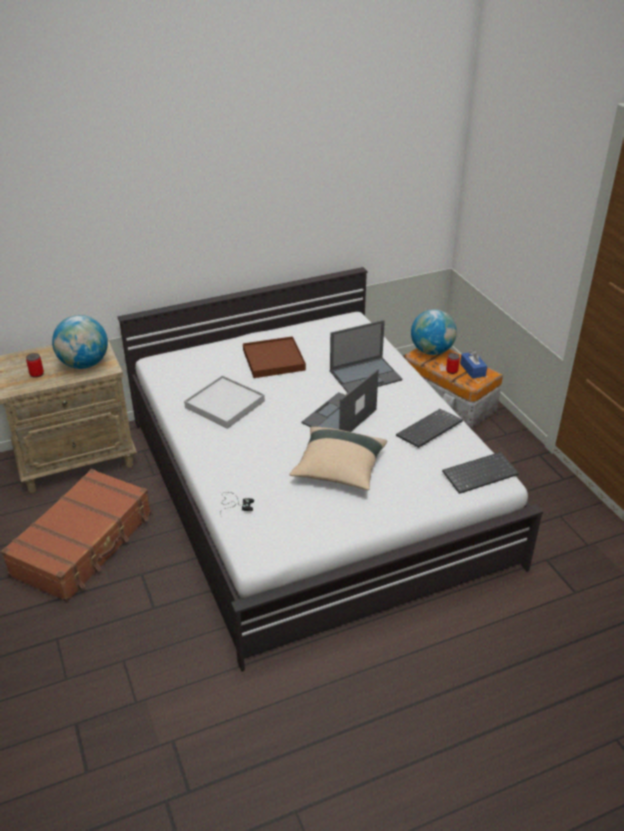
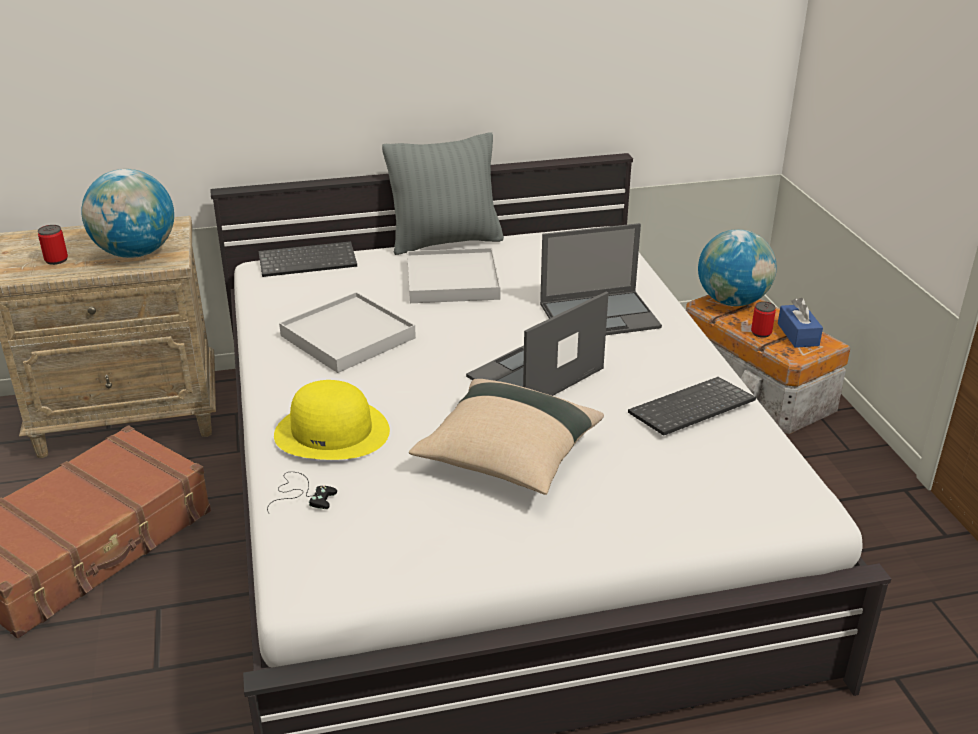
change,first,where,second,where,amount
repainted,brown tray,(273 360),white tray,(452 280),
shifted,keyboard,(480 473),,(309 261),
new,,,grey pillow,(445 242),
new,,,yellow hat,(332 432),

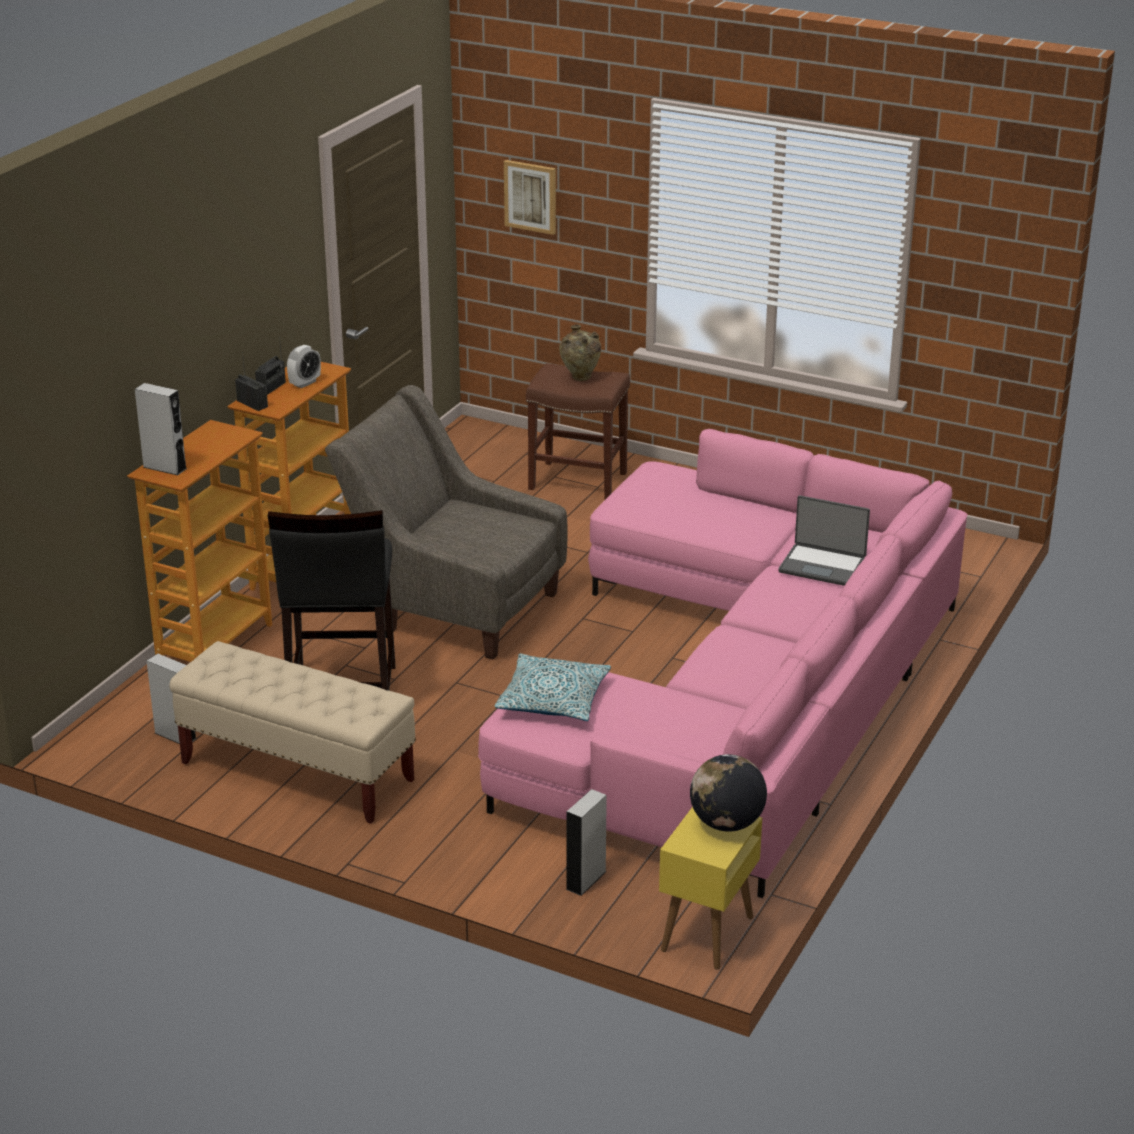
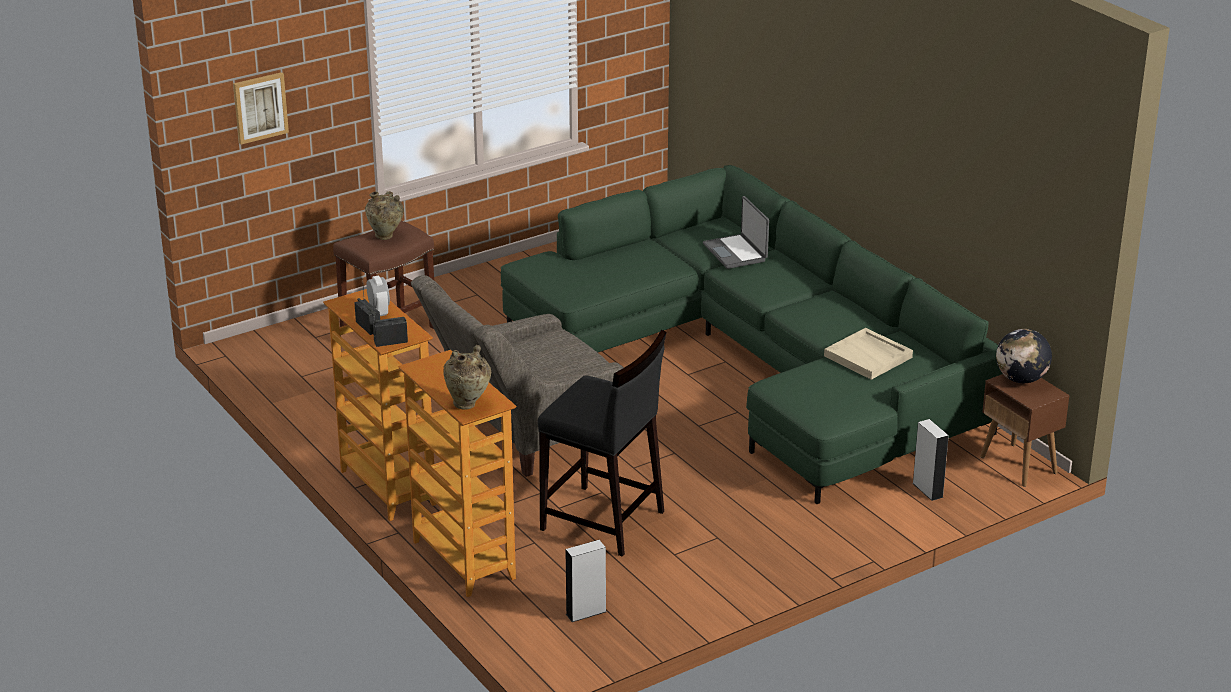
change,first,where,second,where,amount
swapped,grey speaker,(164 468),beige vase,(468 404),
repainted,pink sofa,(741 693),green sofa,(758 364),
rotated,laptop,(822 566),,(736 252),105 degrees clockwise
gone,beige bench,(296 772),,,
gone,pillow,(553 700),,,
repainted,yellow side table,(707 934),brown side table,(1019 465),
new,,,beige tray,(869 357),

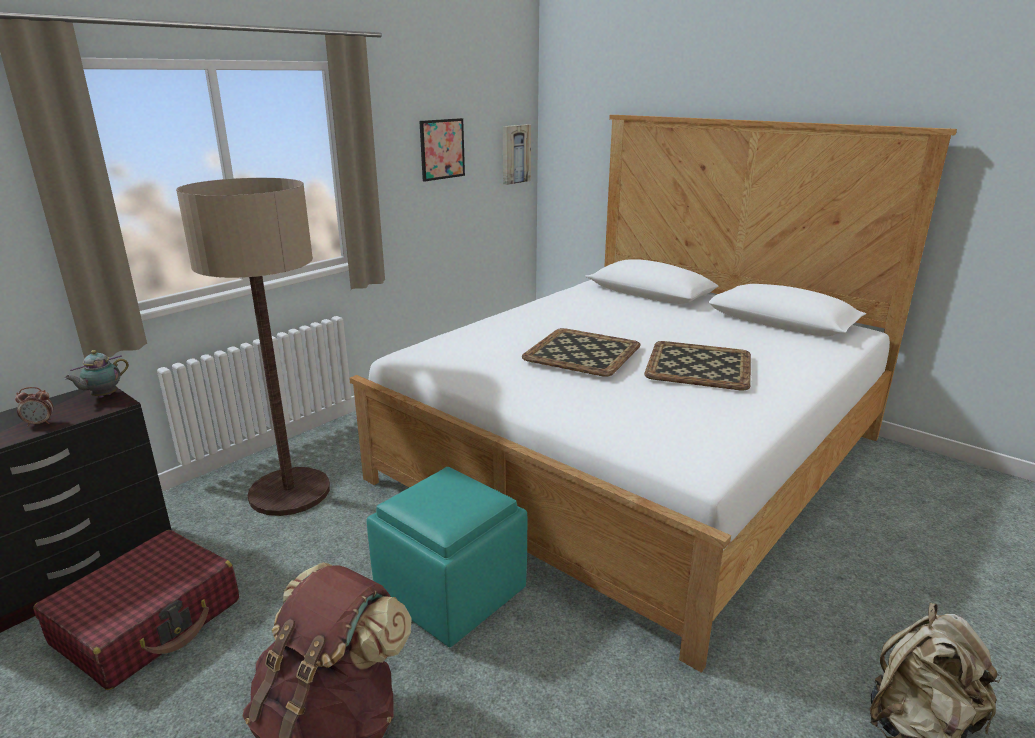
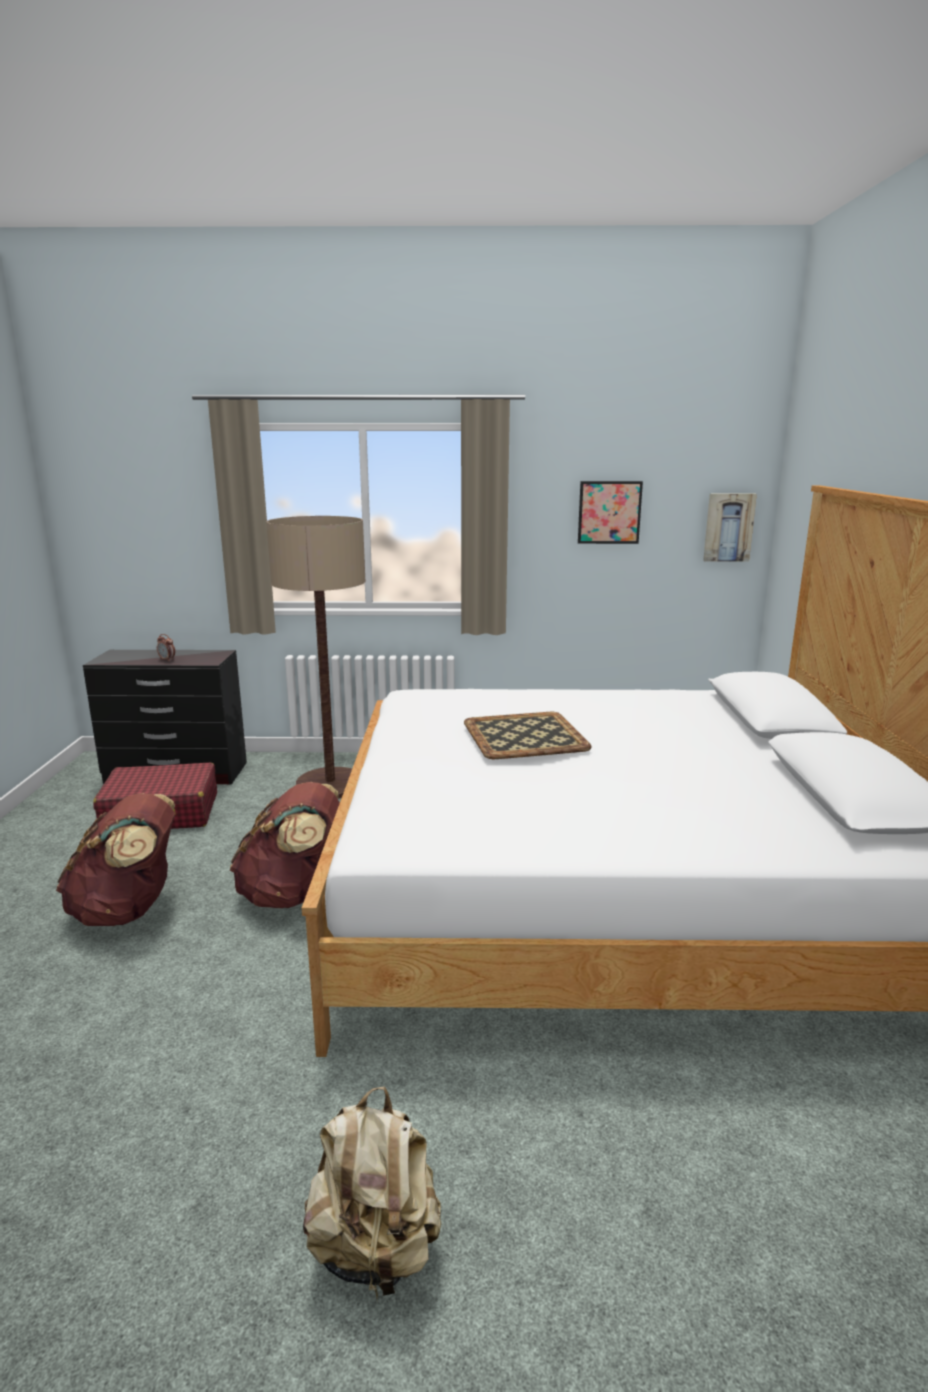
change,first,where,second,where,amount
gone,tray,(700 365),,,
gone,teapot,(103 396),,,
swapped,turquoise ottoman,(453 593),brown backpack,(292 894),

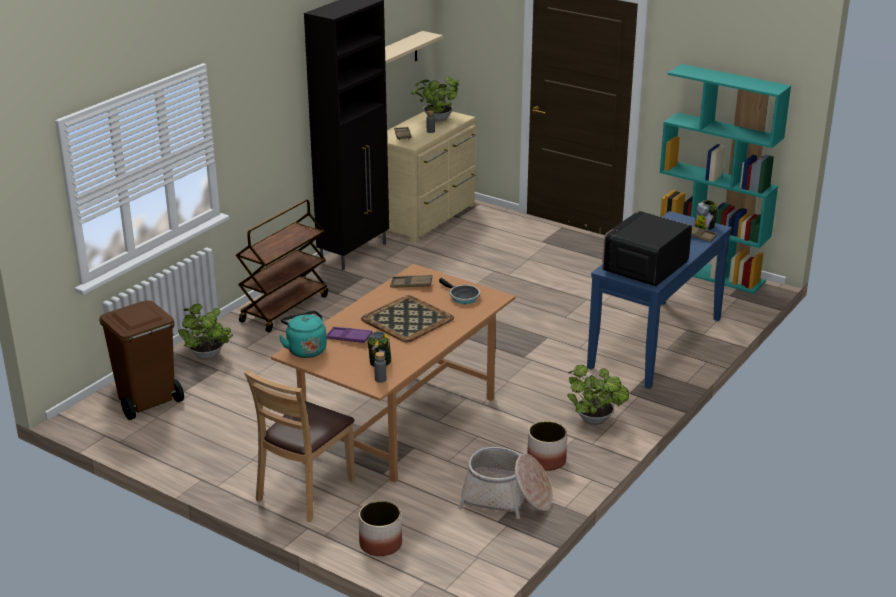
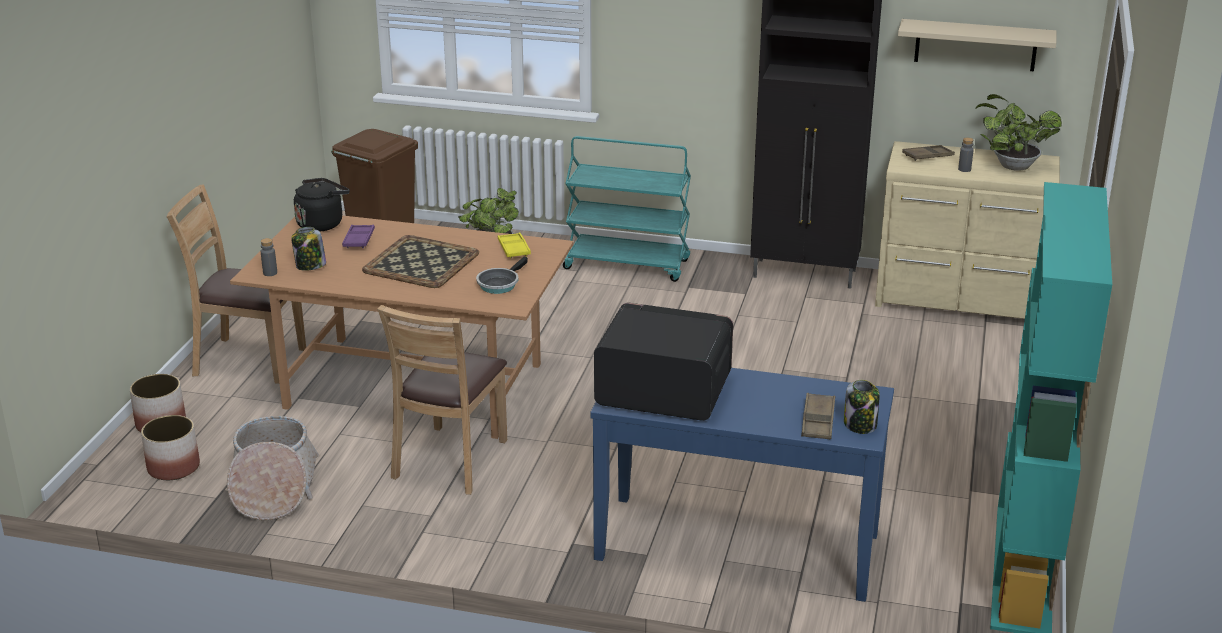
change,first,where,second,where,amount
repainted,brown cart,(284 308),turquoise cart,(628 264),
repainted,brown tray,(411 284),yellow tray,(514 249),
repainted,turquoise kettle,(305 349),black kettle,(322 223),
gone,potted plant,(596 421),,,
shifted,planter,(546 461),,(173 467),
new,,,brown chair,(450 460),

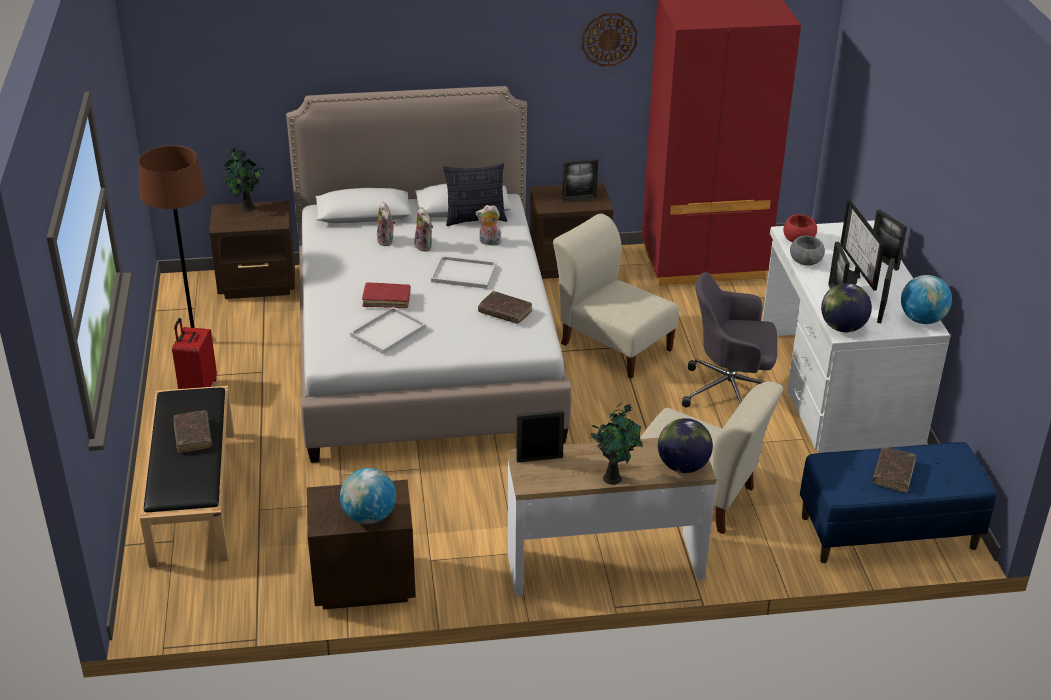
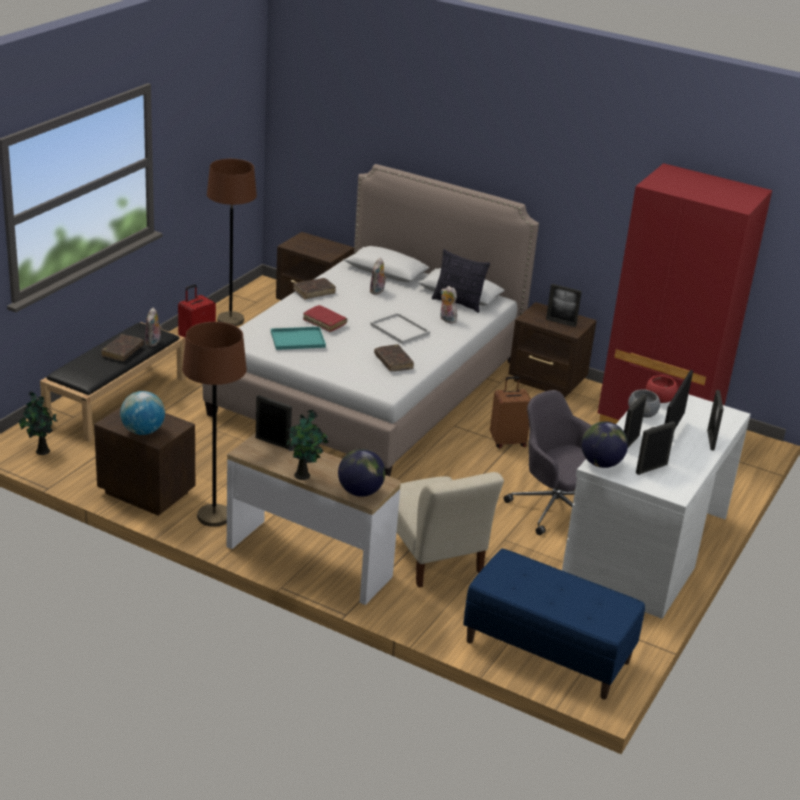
change,first,where,second,where,amount
gone,wall clock,(609 39),,,
shifted,potted plant,(246 208),,(41 451),
shifted,plush toy,(425 246),,(153 343),
swapped,beige chair,(613 344),brown suitcase,(507 441),
gone,globe,(922 319),,,
repainted,white tray,(388 331),turquoise tray,(299 339),
shifted,brown book,(893 474),,(314 292),
new,,,brown floor lamp,(214 516),

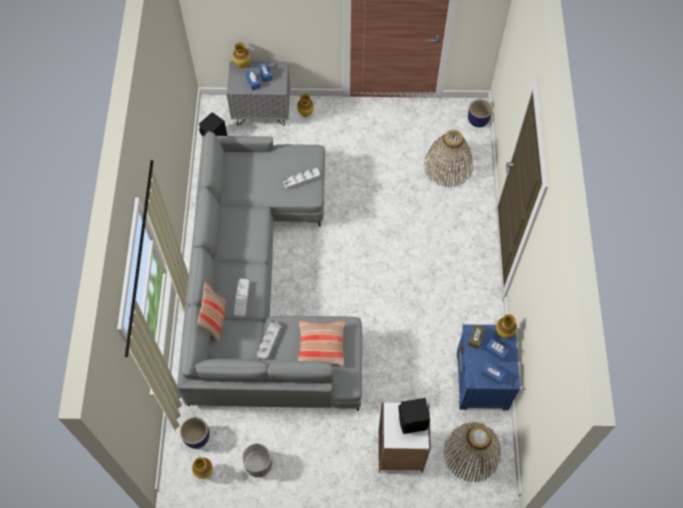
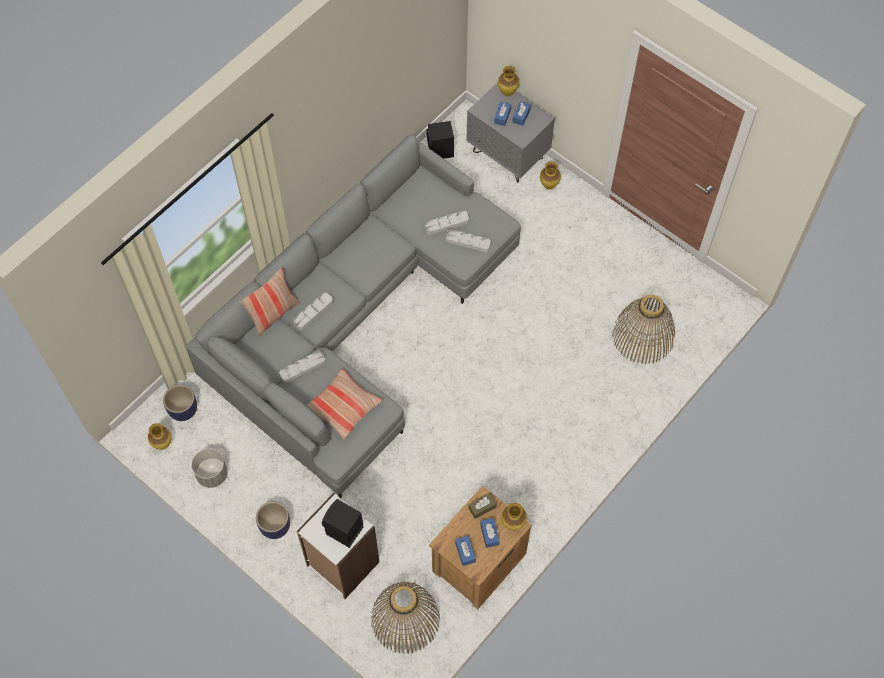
change,first,where,second,where,amount
shifted,planter,(478 120),,(275 526),
repainted,blue nightstand,(481 381),brown nightstand,(477 562),
new,,,grey tray,(446 224),

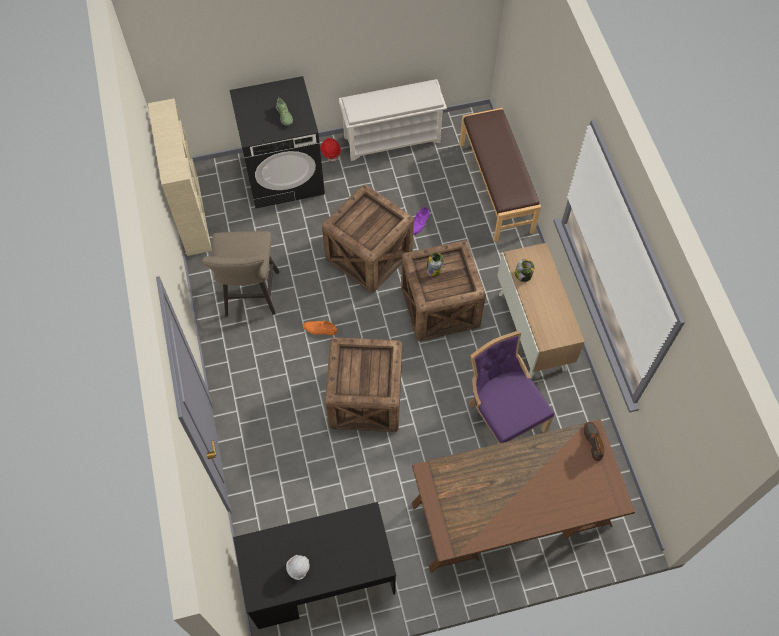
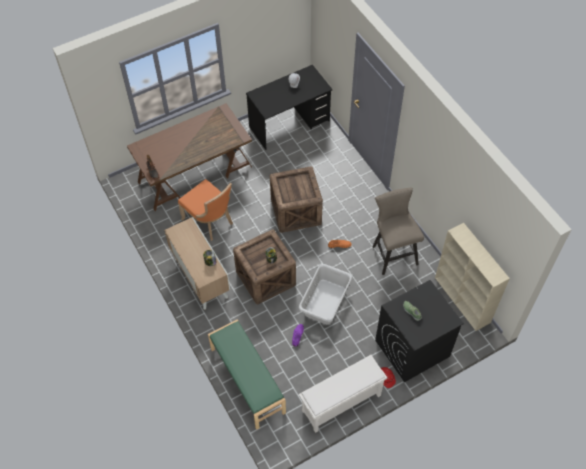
change,first,where,second,where,amount
repainted,brown bench,(496 187),green bench,(247 381),
swapped,crate,(370 256),grey laundry basket,(324 302),
repainted,purple chair,(502 418),orange chair,(210 221),

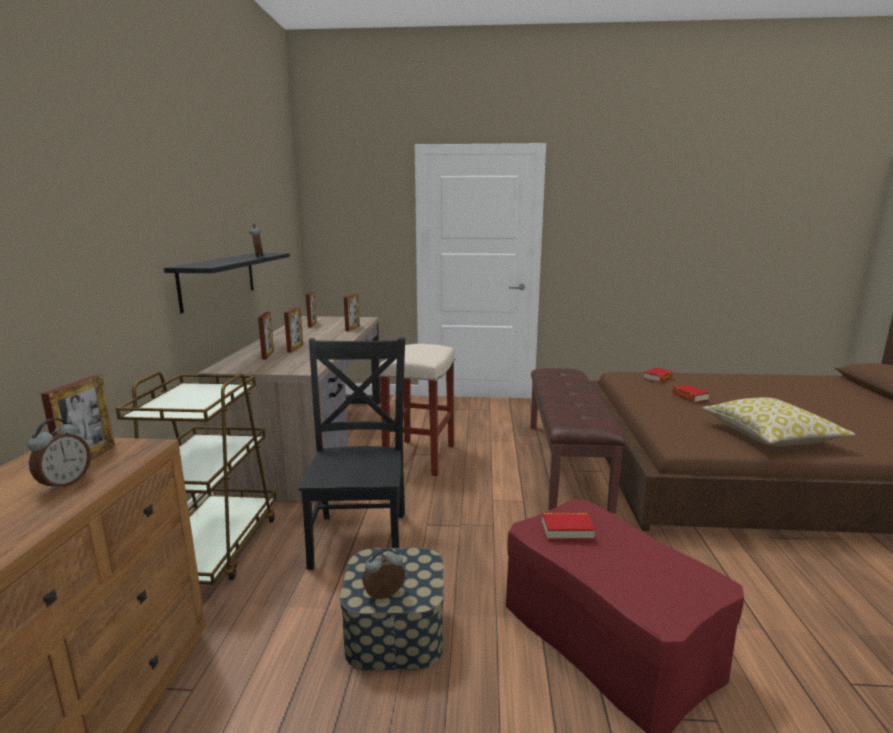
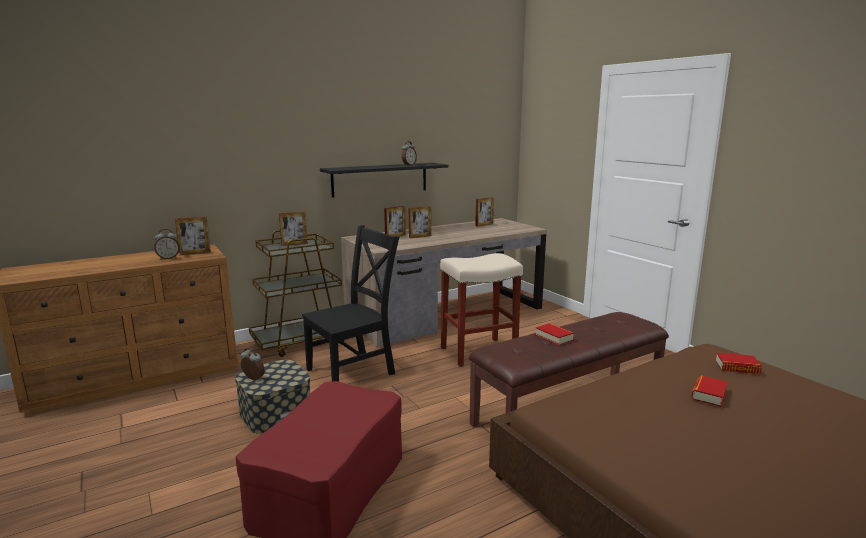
change,first,where,second,where,amount
shifted,picture frame,(352 328),,(294 244),
gone,pillow,(770 436),,,
shifted,book,(567 531),,(554 337),

